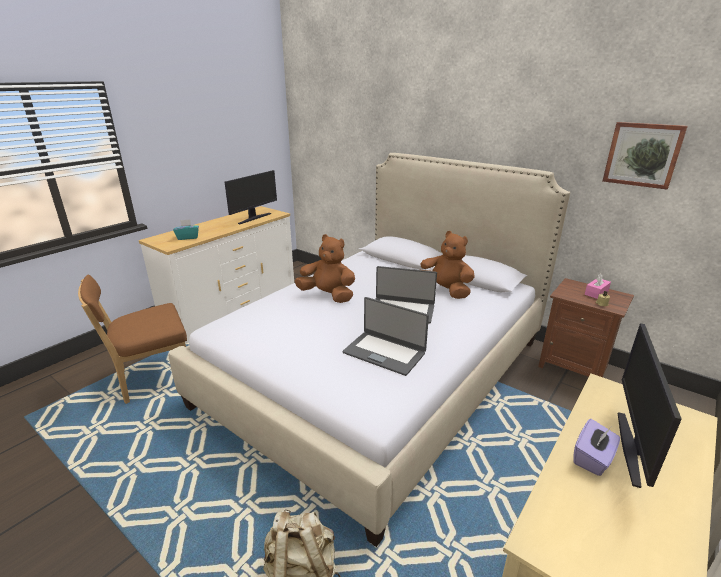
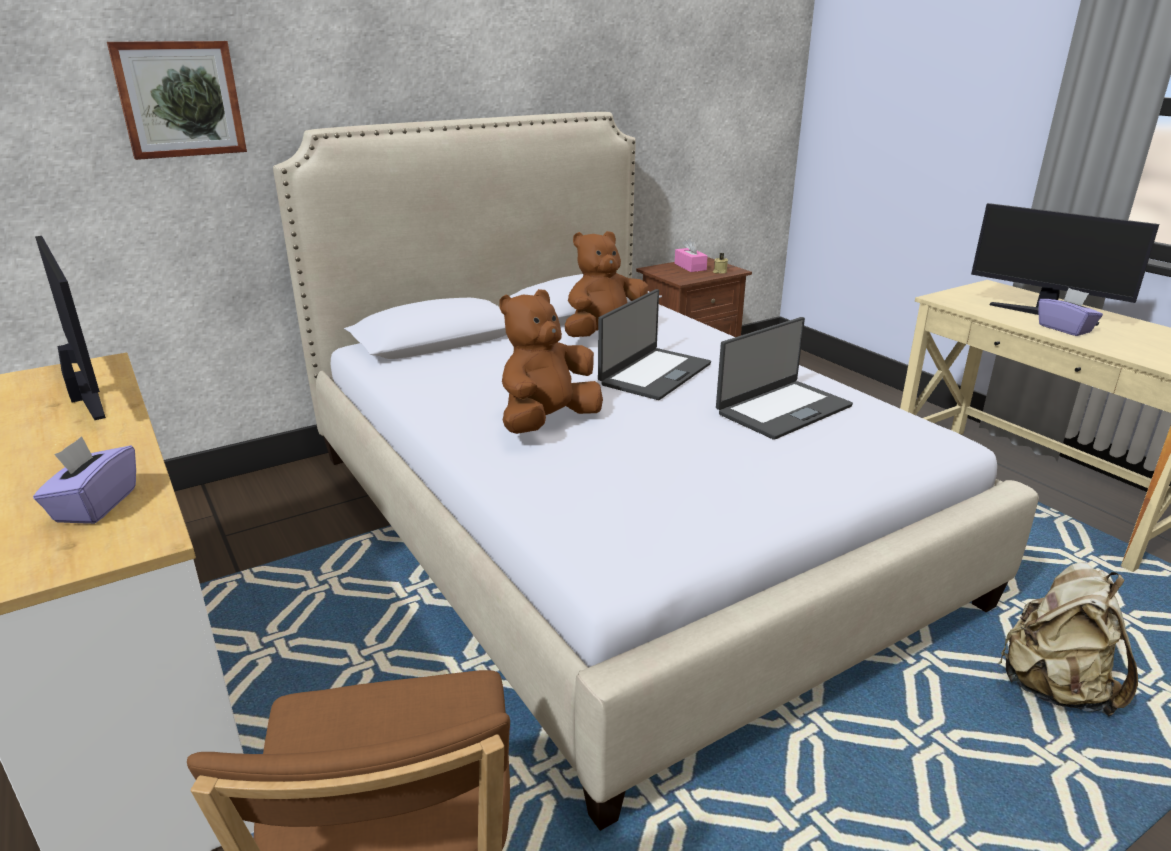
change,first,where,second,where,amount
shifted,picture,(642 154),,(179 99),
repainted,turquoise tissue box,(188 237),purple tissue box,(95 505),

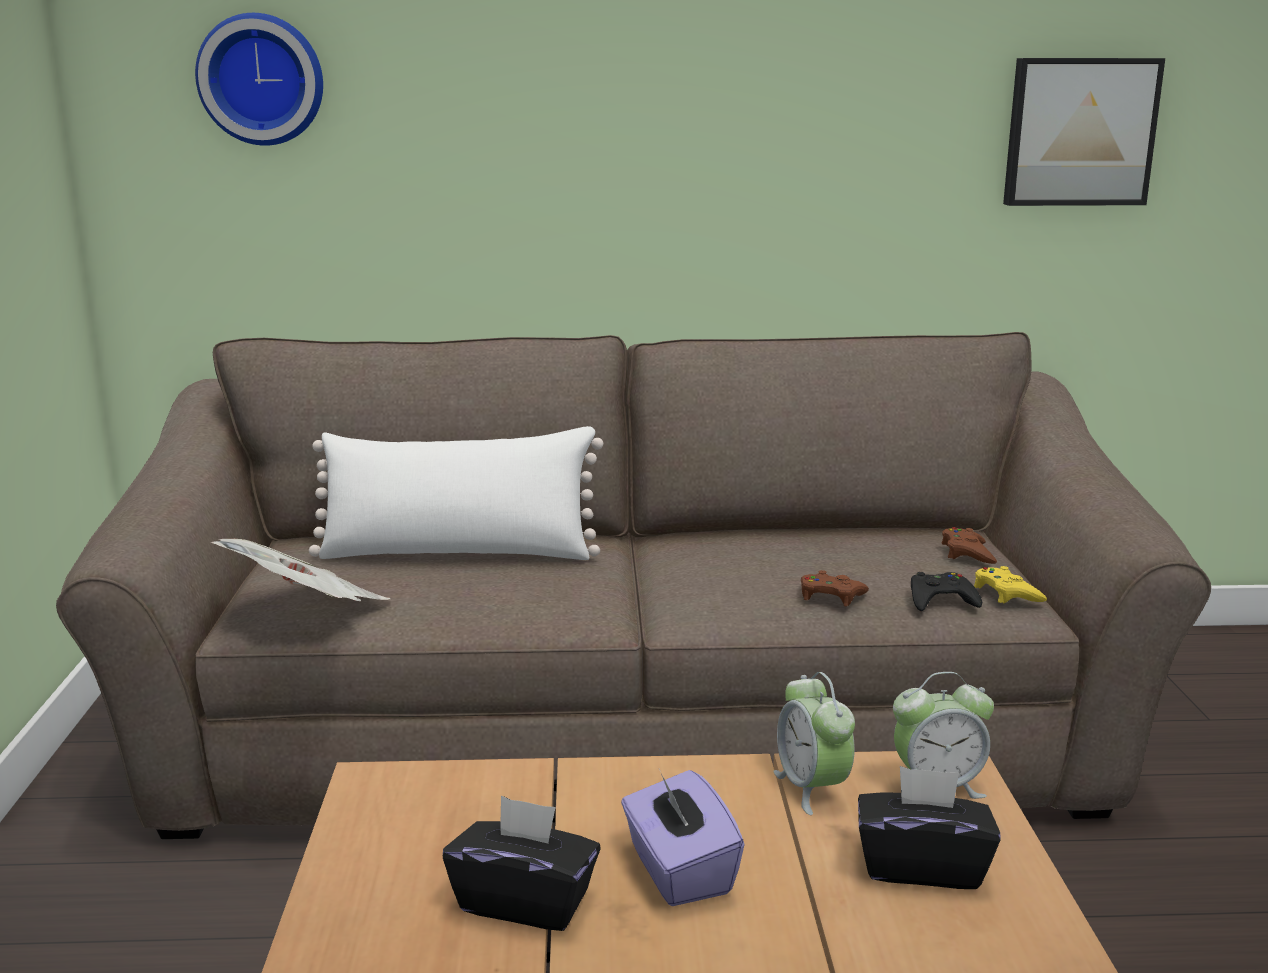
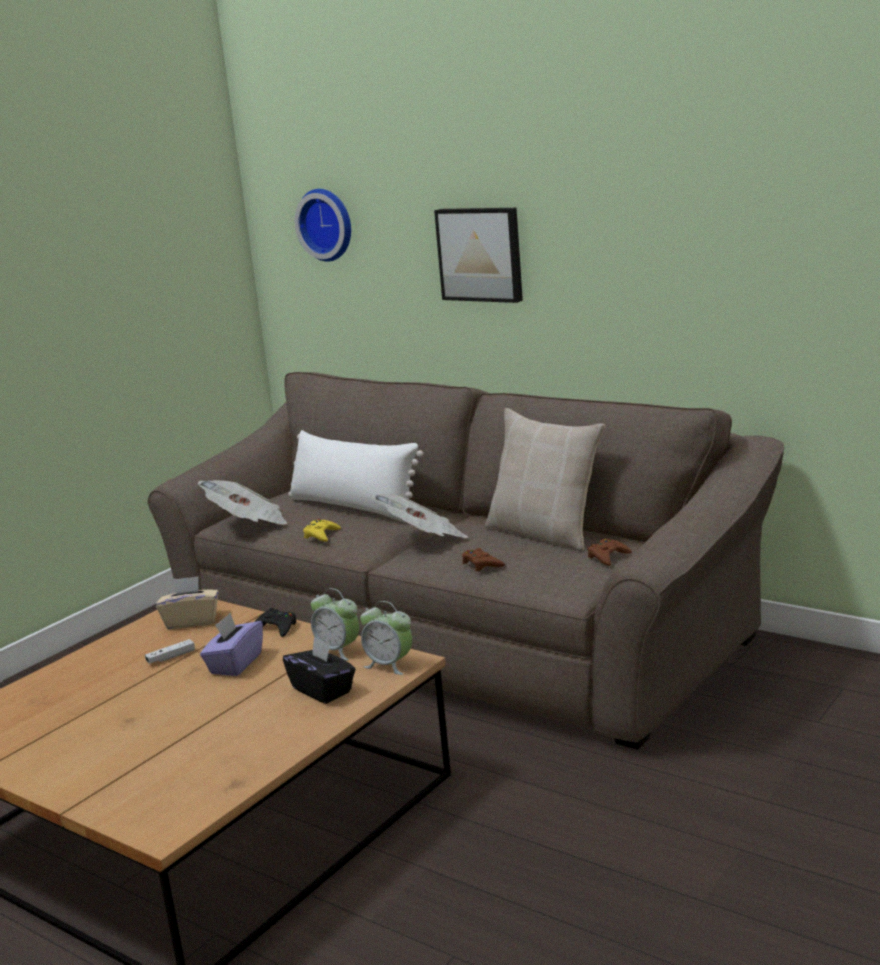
change,first,where,second,where,amount
shifted,picture,(1079 132),,(481 254),
shifted,yellow game controller,(1006 593),,(321 535),
shifted,black game controller,(941 600),,(276 628),
rotated,alarm clock,(812 788),,(338 650),75 degrees counterclockwise
swapped,black tissue box,(525 901),white game controller,(171 657),
new,,,beige pillow,(545 533),
new,,,newspaper,(423 539),
new,,,beige tissue box,(192 621),

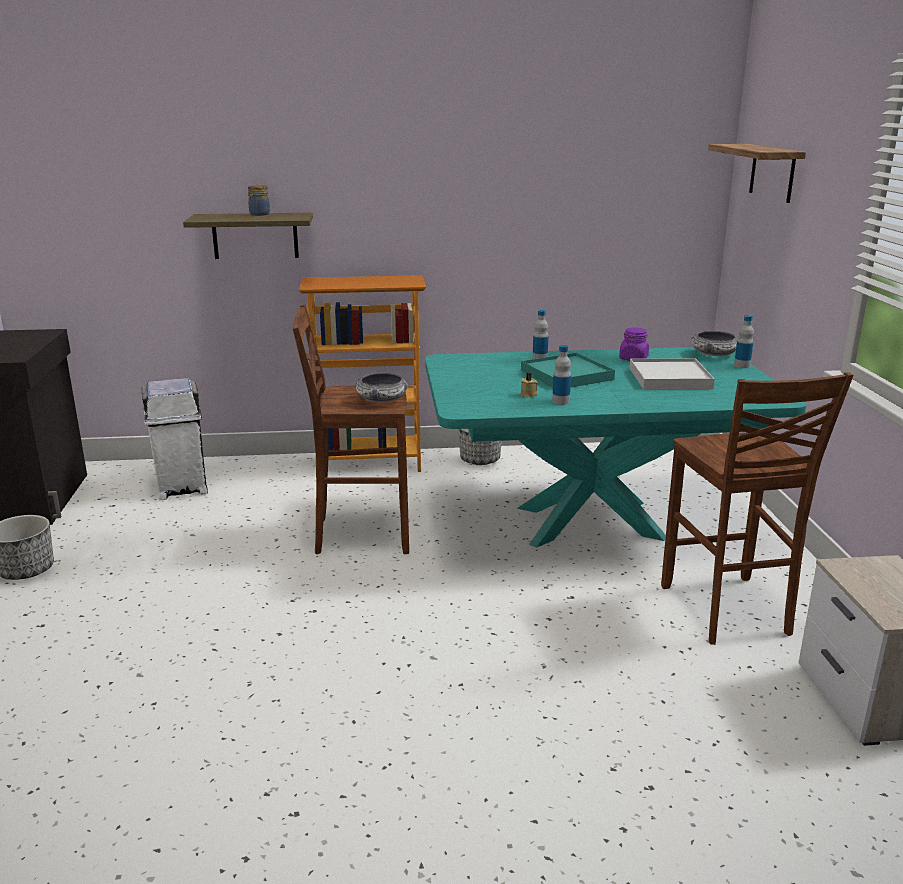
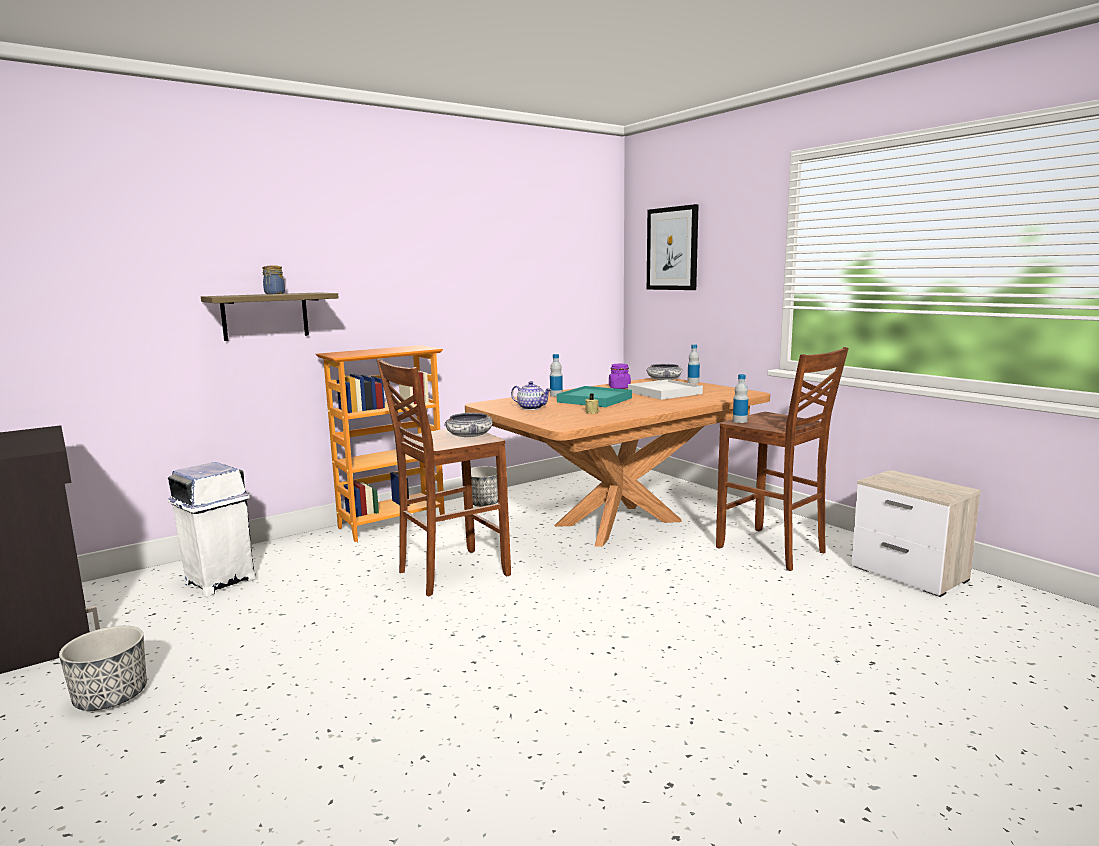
change,first,where,second,where,amount
swapped,shelf,(772 172),picture,(672 248),
shifted,bottle,(560 401),,(740 421),
repainted,turquoise dining table,(590 523),brown dining table,(619 523),
new,,,teapot,(531 408),

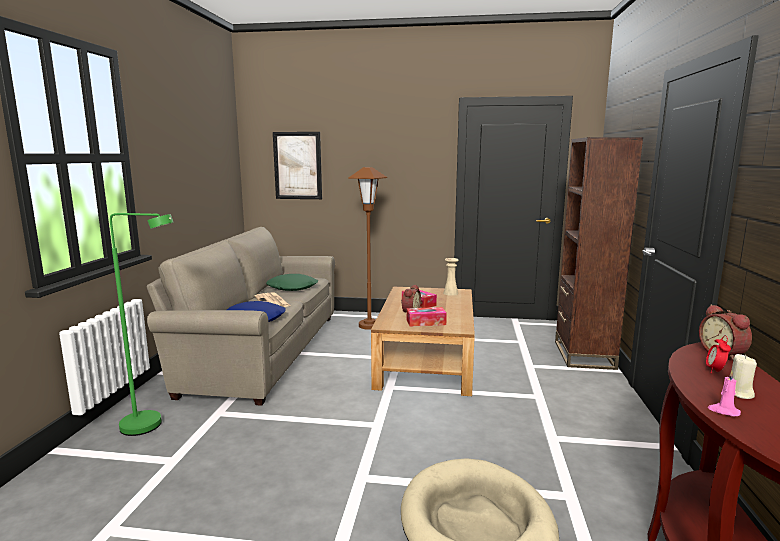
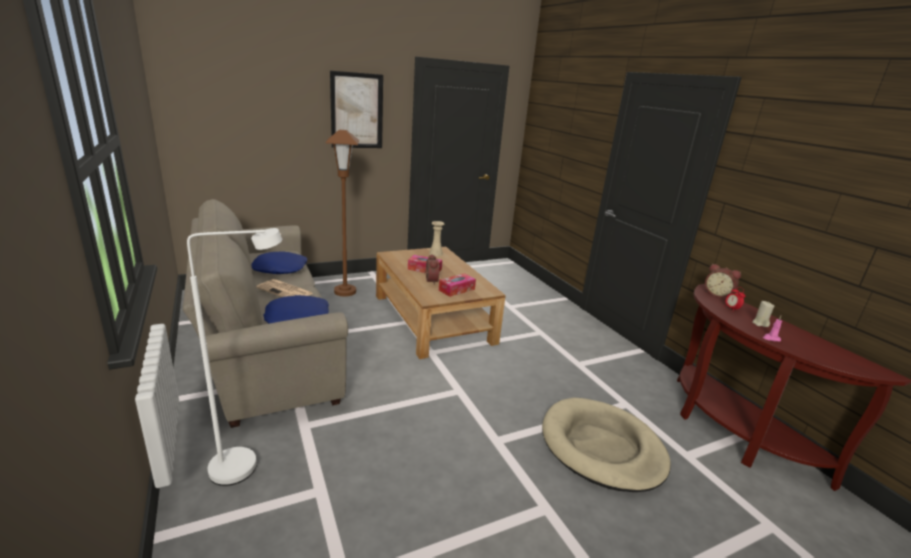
change,first,where,second,where,amount
shifted,picture,(297 165),,(357 111),
gone,brown bookcase,(583 355),,,
repainted,green floor lamp,(151 426),white floor lamp,(247 464),
repainted,green pillow,(292 287),blue pillow,(280 268),

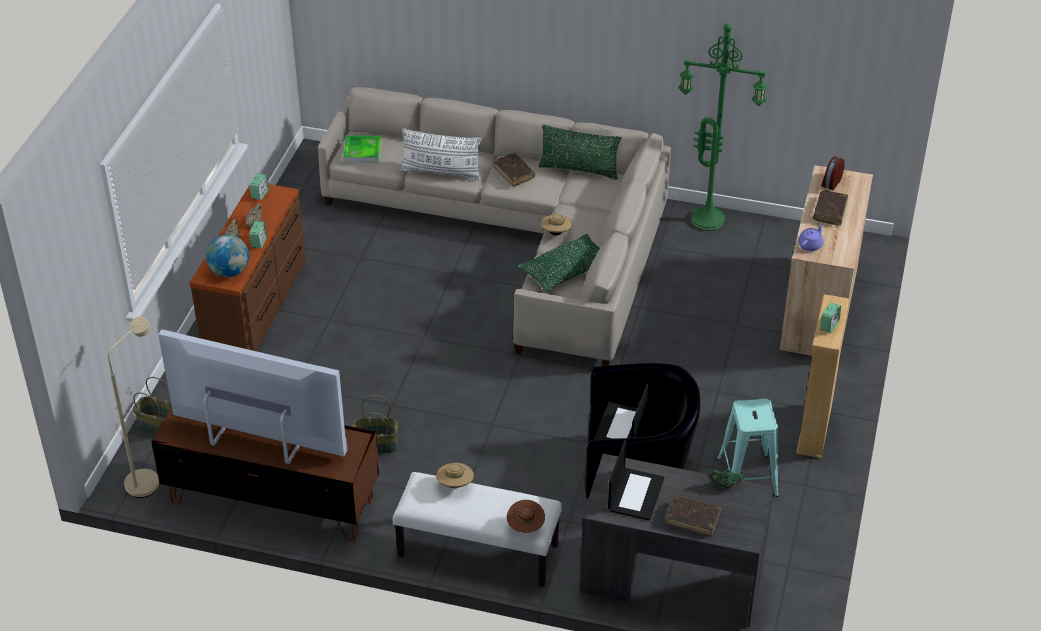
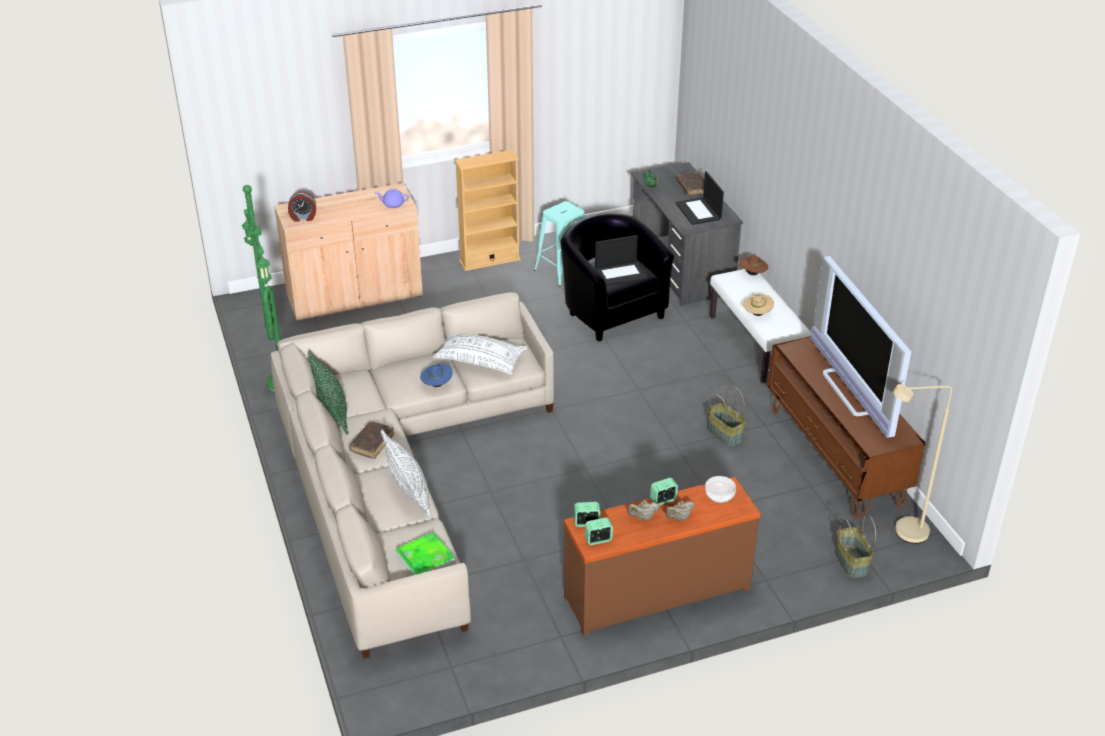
change,first,where,second,where,amount
gone,brown book,(830 211),,,
repainted,beige hat,(556 233),blue hat,(436 384),
repainted,green pillow,(565 271),white pillow,(481 361),
swapped,globe,(230 272),bowl,(719 495),
shifted,alarm clock,(829 325),,(587 523),
rotated,laptop,(635 493),,(699 211),90 degrees counterclockwise

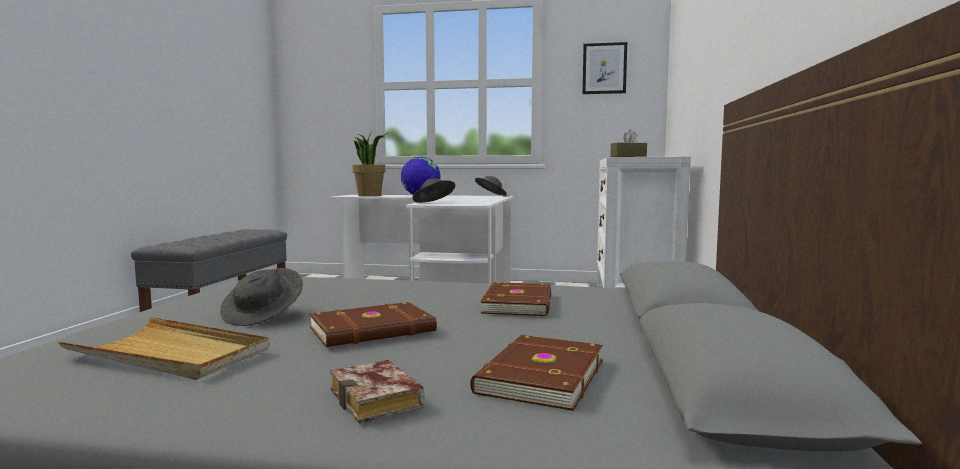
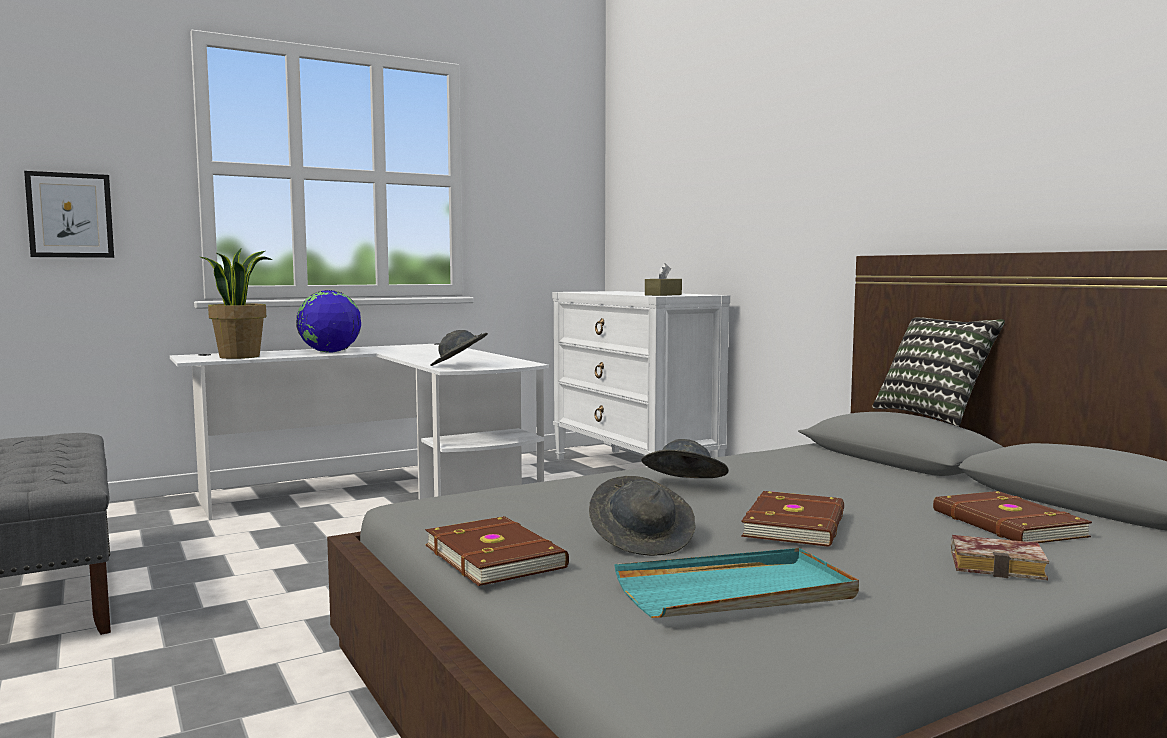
change,first,where,second,where,amount
shifted,picture,(604 68),,(70 215),
shifted,grey hat,(490 195),,(683 486),
shifted,brown book,(520 303),,(496 556),
repainted,beige tray,(170 354),turquoise tray,(736 592),
new,,,pillow,(933 415),

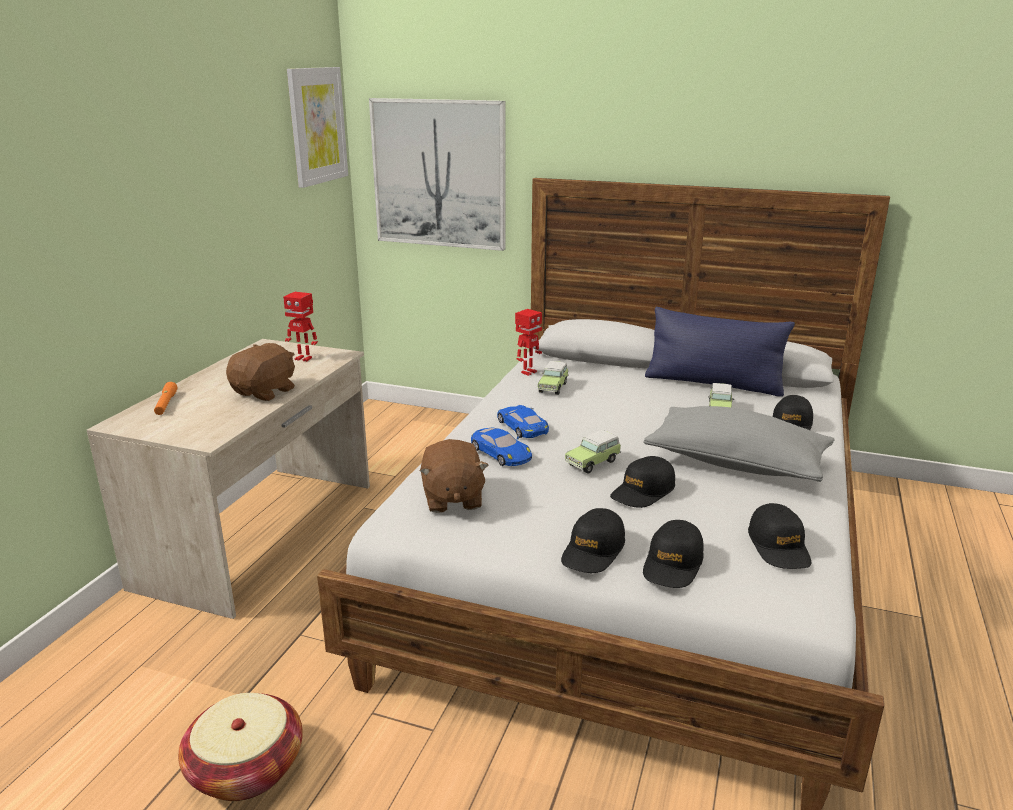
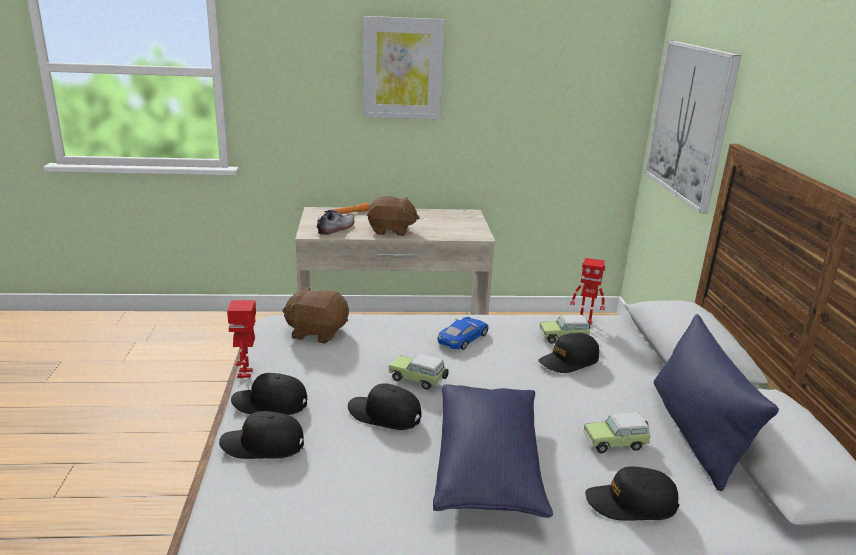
change,first,where,second,where,amount
shifted,picture,(317 126),,(402 68),
shifted,toy robot,(304 358),,(246 373),
repainted,grey pillow,(736 463),blue pillow,(487 466),
gone,blue toy car,(501 453),,,
rotated,brown plush toy,(452 499),,(317 332),45 degrees clockwise
shifted,black cap,(779 547),,(568 361),
gone,basket,(246 768),,,
new,,,shoe,(336 228),

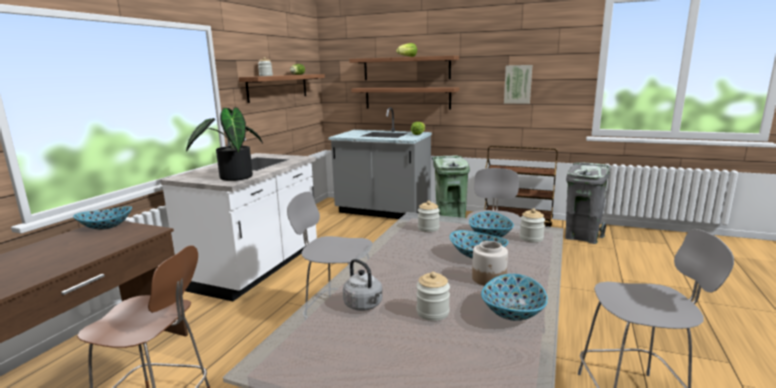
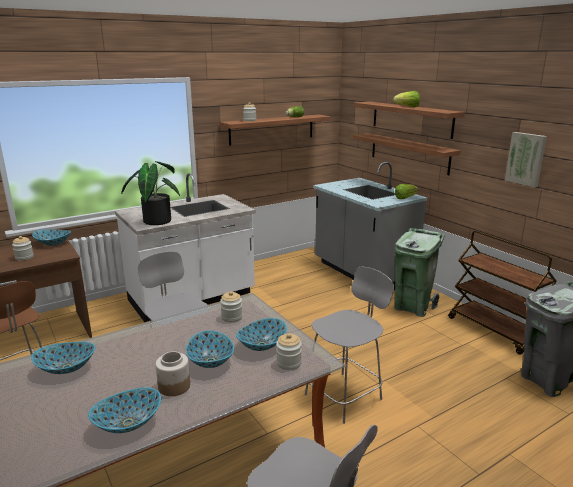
change,first,where,second,where,amount
swapped,grey kettle,(364 305),bowl,(67 368),
shifted,jar,(432 312),,(24 257),

